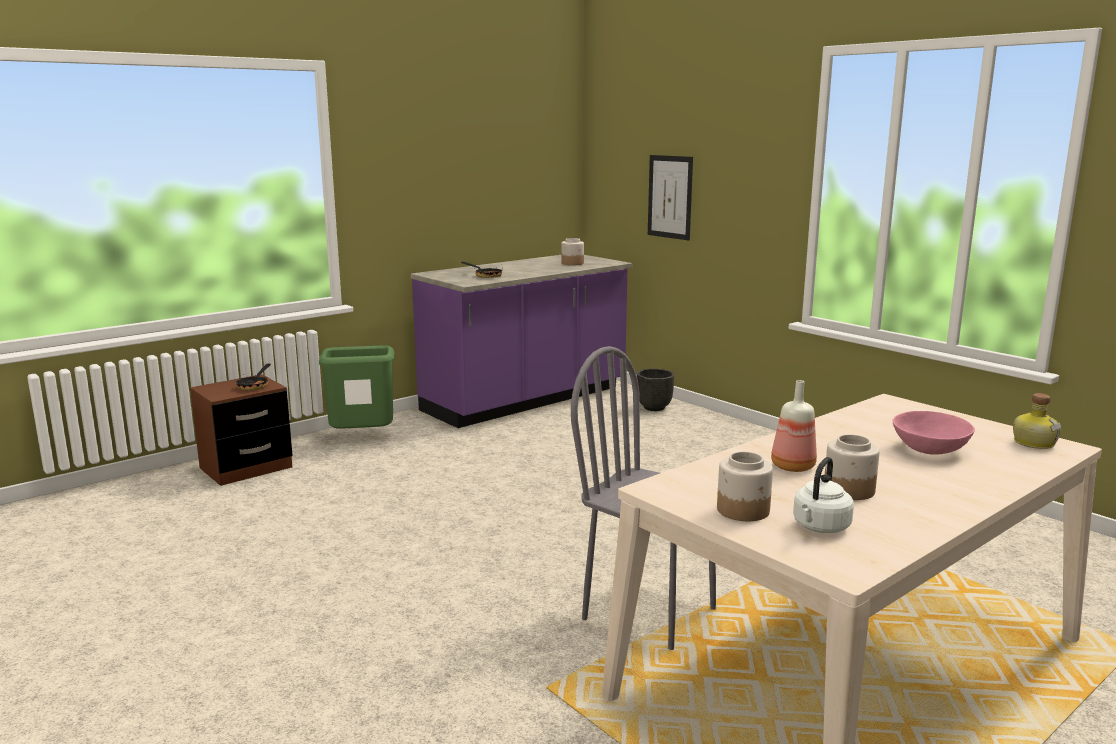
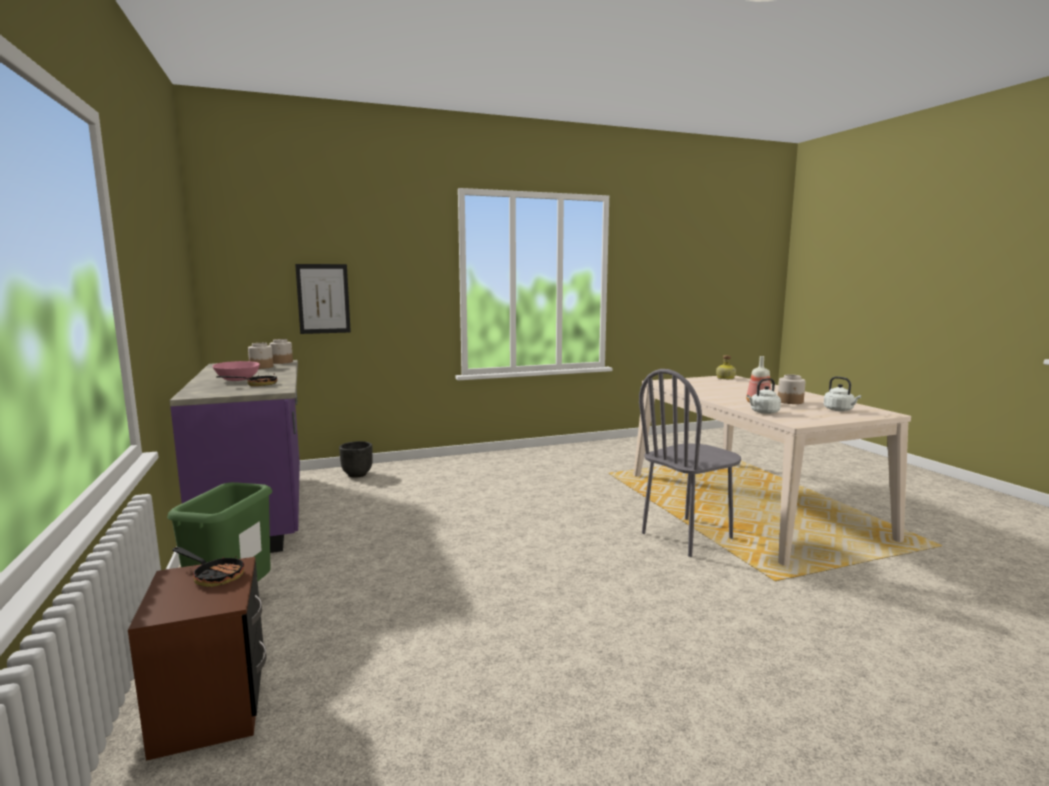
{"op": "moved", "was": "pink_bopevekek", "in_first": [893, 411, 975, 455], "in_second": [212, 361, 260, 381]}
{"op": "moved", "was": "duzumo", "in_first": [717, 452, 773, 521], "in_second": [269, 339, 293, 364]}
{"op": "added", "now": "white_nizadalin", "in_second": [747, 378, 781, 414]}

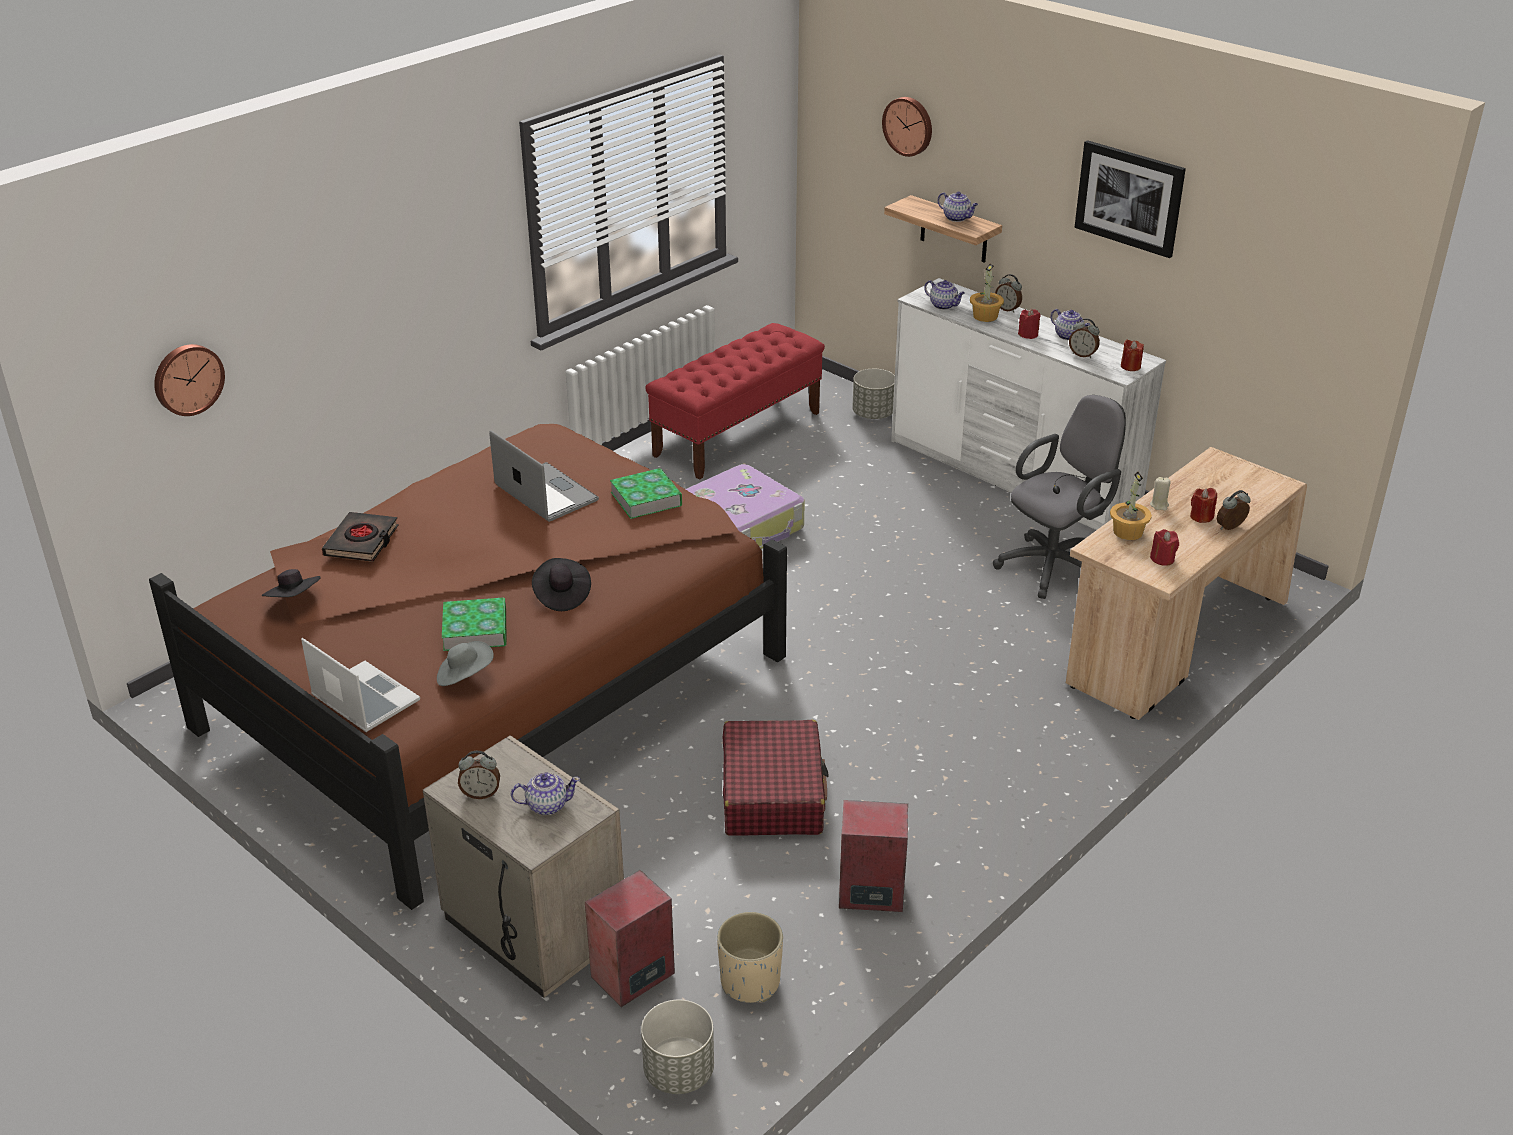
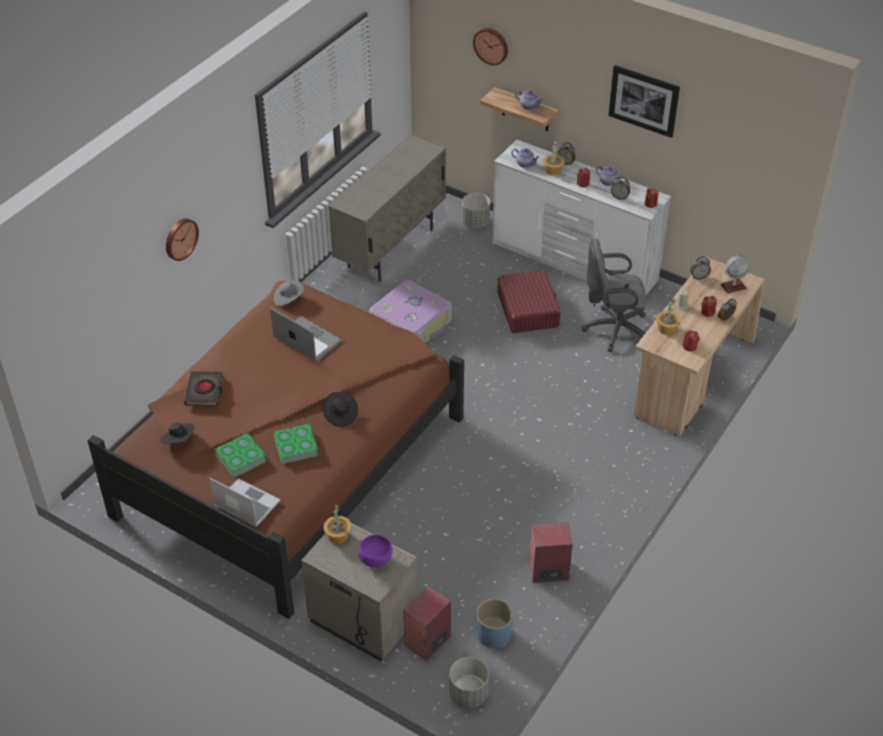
{"op": "replaced", "was": "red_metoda", "now": "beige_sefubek", "in_first": [645, 323, 825, 480], "in_second": [328, 134, 446, 282]}
{"op": "moved", "was": "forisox", "in_first": [154, 344, 225, 416], "in_second": [166, 219, 199, 261]}
{"op": "turned", "was": "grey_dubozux", "in_first": [993, 395, 1126, 599], "in_second": [582, 239, 646, 352], "clockwise": -135}
{"op": "moved", "was": "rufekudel", "in_first": [610, 468, 682, 519], "in_second": [215, 433, 267, 478]}
{"op": "moved", "was": "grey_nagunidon", "in_first": [437, 641, 494, 686], "in_second": [274, 280, 304, 306]}
{"op": "moved", "was": "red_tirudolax", "in_first": [723, 720, 829, 836], "in_second": [497, 270, 561, 333]}
{"op": "moved", "was": "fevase", "in_first": [458, 751, 500, 799], "in_second": [690, 256, 711, 279]}
{"op": "replaced", "was": "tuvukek", "now": "purple_bopevekek", "in_first": [511, 772, 580, 815], "in_second": [358, 535, 392, 568]}
{"op": "recoloured", "was": "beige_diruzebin", "now": "blue_diruzebin", "in_first": [717, 912, 783, 1003], "in_second": [477, 598, 514, 648]}
{"op": "added", "now": "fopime", "in_second": [720, 255, 750, 294]}
{"op": "added", "now": "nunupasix", "in_second": [323, 503, 352, 544]}

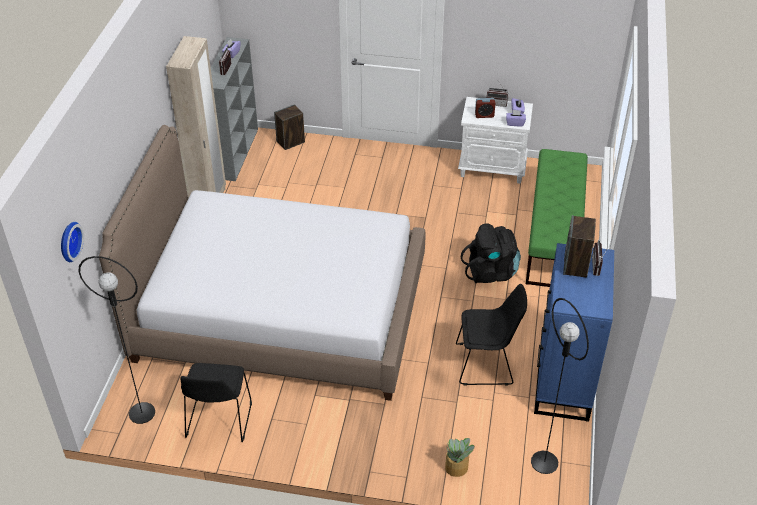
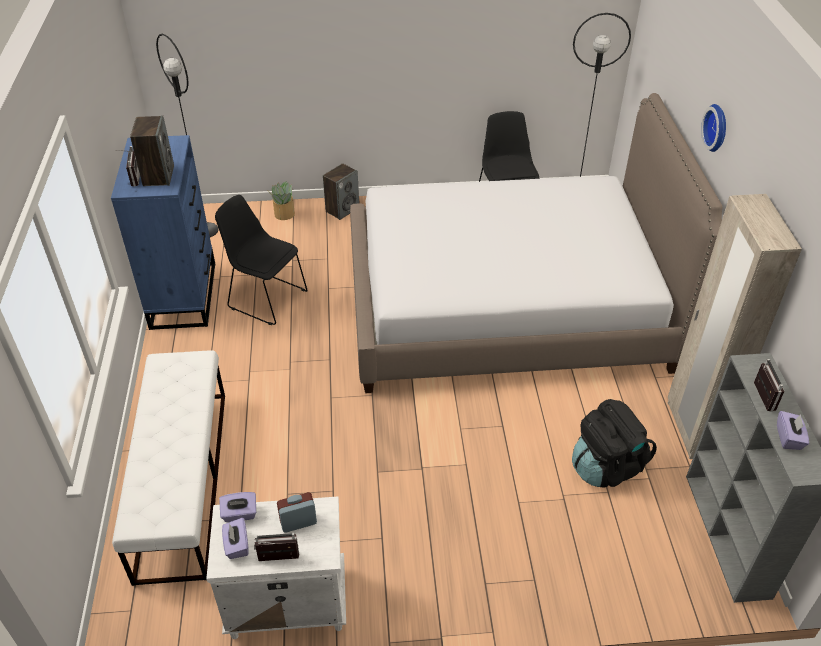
{"op": "moved", "was": "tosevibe", "in_first": [274, 104, 305, 150], "in_second": [323, 163, 359, 220]}
{"op": "recoloured", "was": "green_metoda", "now": "white_metoda", "in_first": [526, 149, 588, 287], "in_second": [112, 350, 225, 586]}
{"op": "moved", "was": "forisox", "in_first": [61, 222, 84, 262], "in_second": [701, 104, 726, 152]}
{"op": "moved", "was": "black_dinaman", "in_first": [461, 224, 521, 283], "in_second": [572, 399, 657, 487]}
{"op": "turned", "was": "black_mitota", "in_first": [456, 284, 527, 386], "in_second": [215, 195, 308, 325], "clockwise": 45}

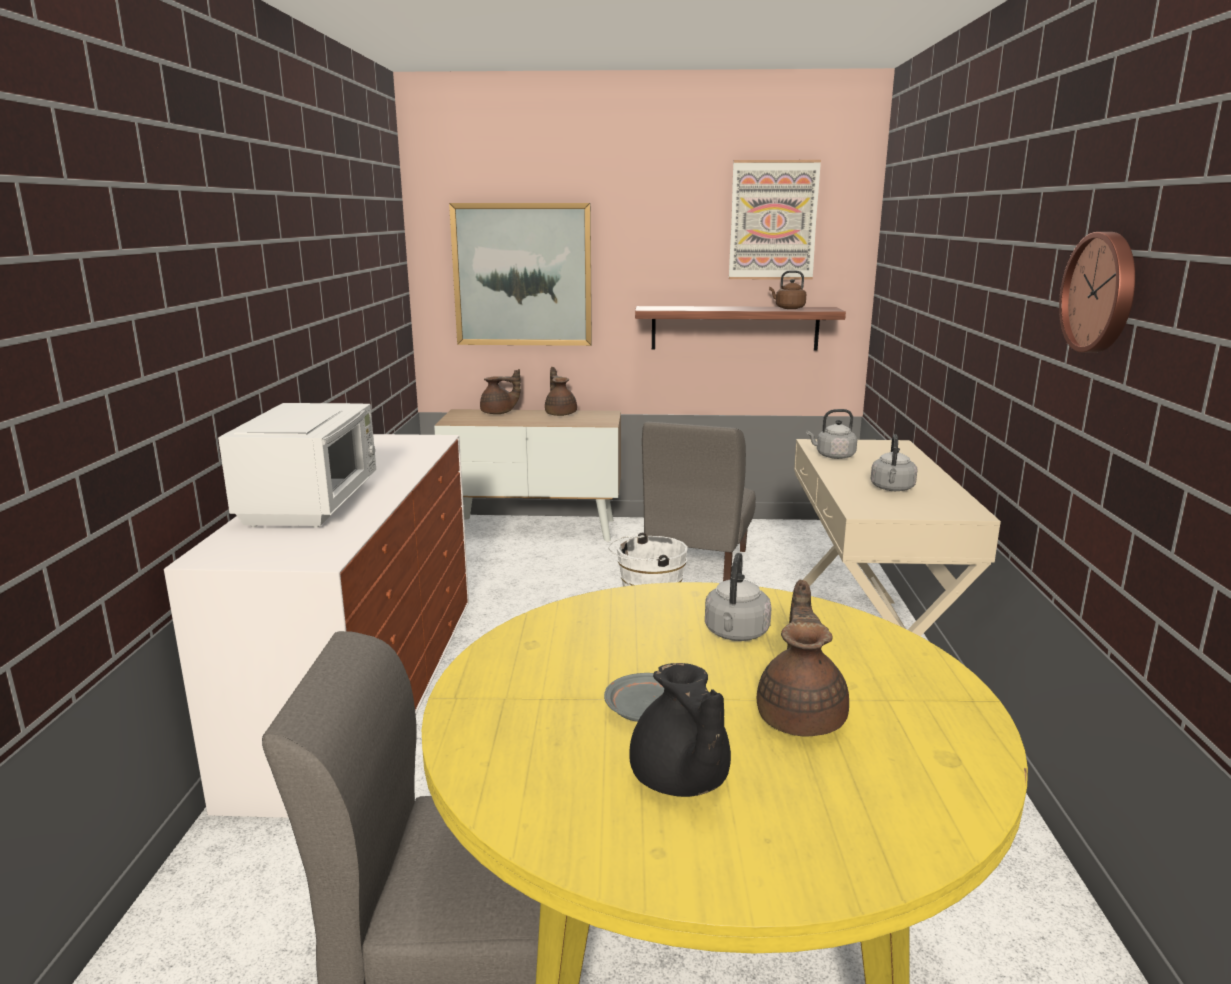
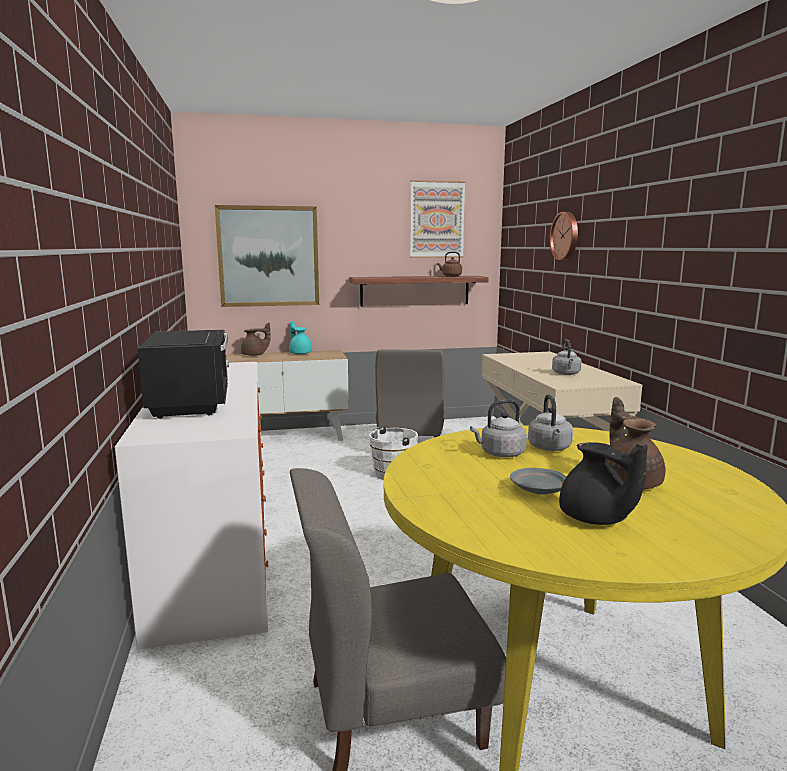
{"op": "moved", "was": "forisox", "in_first": [1059, 232, 1135, 353], "in_second": [550, 212, 578, 260]}
{"op": "recoloured", "was": "brown_tuvukek", "now": "turquoise_tuvukek", "in_first": [545, 367, 577, 416], "in_second": [289, 321, 312, 354]}
{"op": "recoloured", "was": "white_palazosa", "now": "black_palazosa", "in_first": [218, 403, 376, 528], "in_second": [138, 330, 229, 419]}
{"op": "moved", "was": "grey_nizadalin", "in_first": [806, 409, 857, 459], "in_second": [470, 400, 527, 457]}

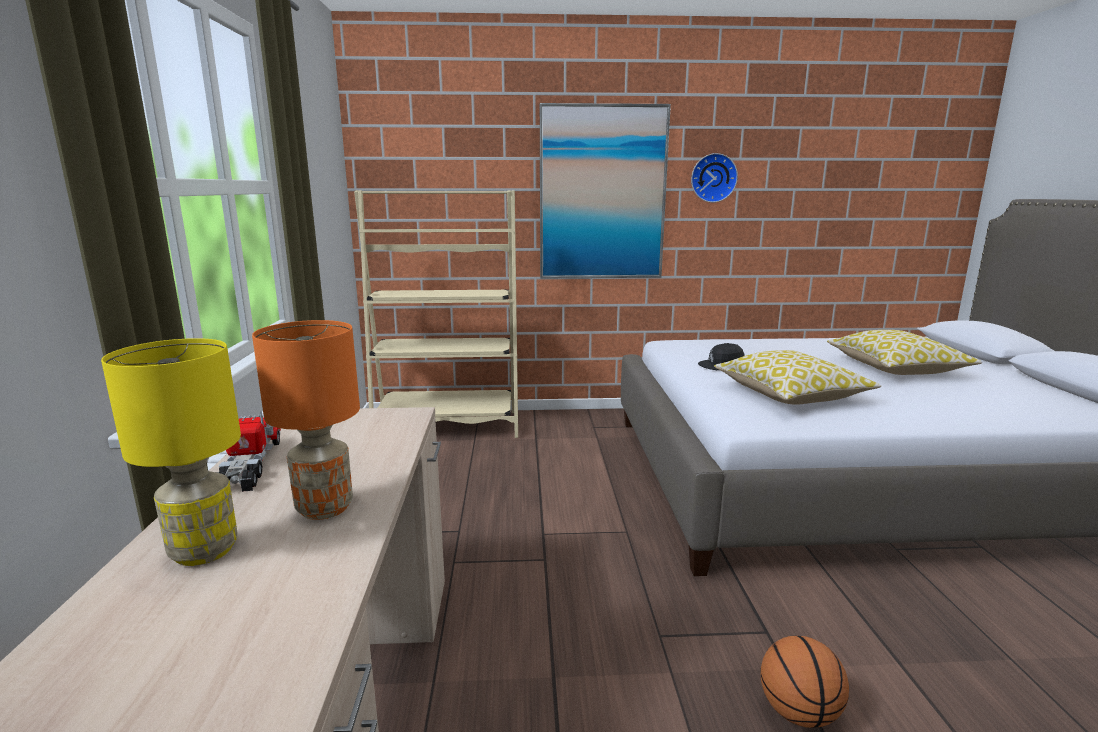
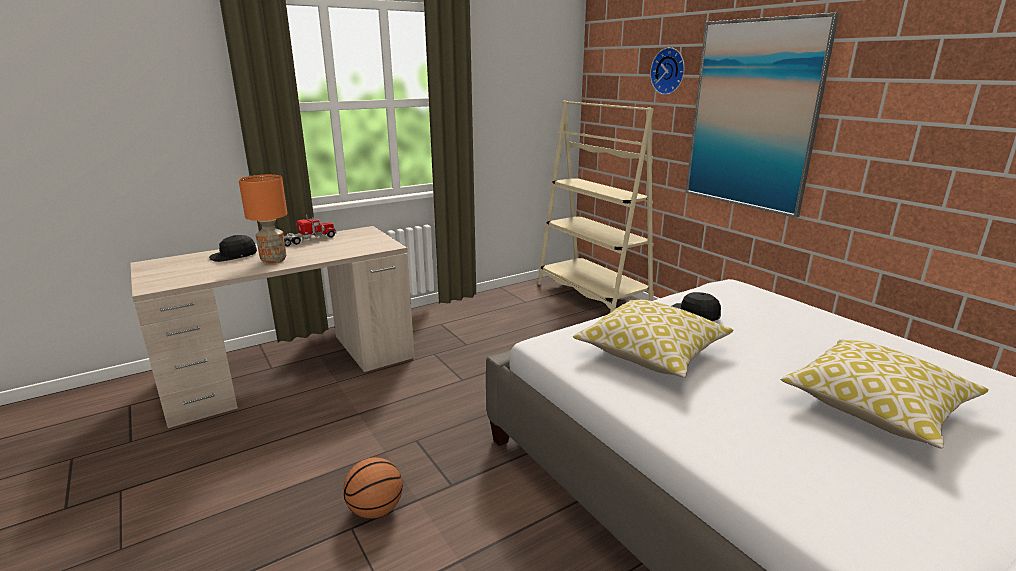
{"op": "moved", "was": "forisox", "in_first": [691, 153, 738, 203], "in_second": [650, 47, 685, 95]}
{"op": "replaced", "was": "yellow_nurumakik", "now": "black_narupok", "in_first": [101, 338, 241, 566], "in_second": [209, 235, 257, 262]}

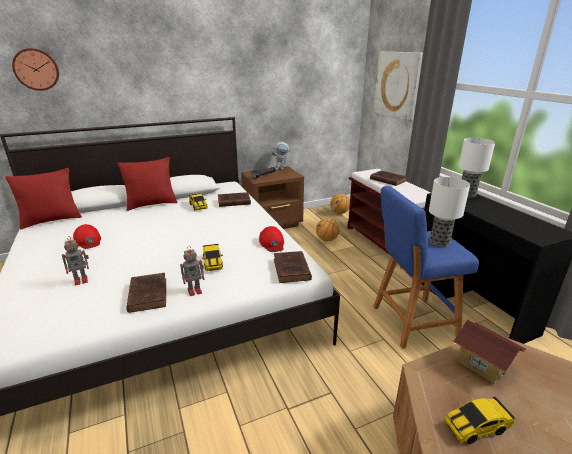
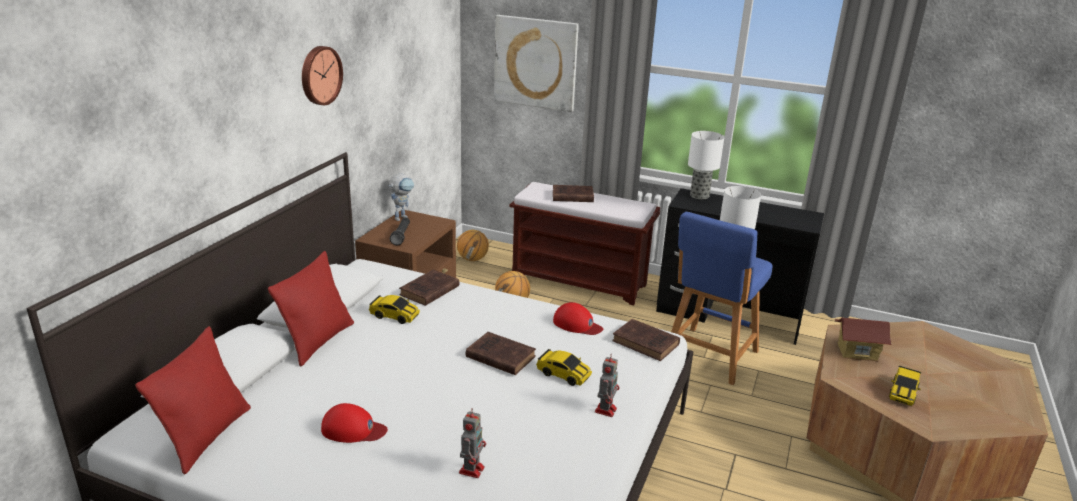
{"op": "moved", "was": "forisox", "in_first": [12, 48, 59, 91], "in_second": [302, 46, 343, 105]}
{"op": "moved", "was": "brown_rufekudel", "in_first": [126, 273, 166, 313], "in_second": [466, 332, 536, 375]}

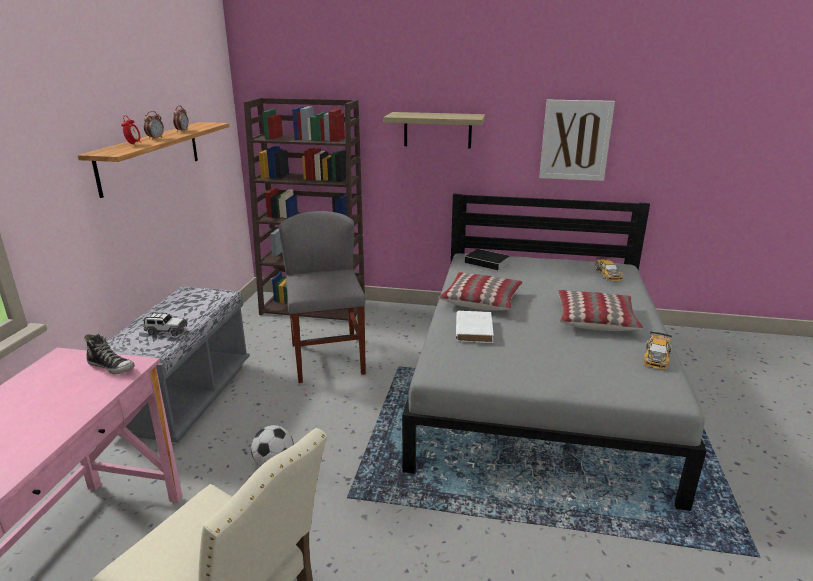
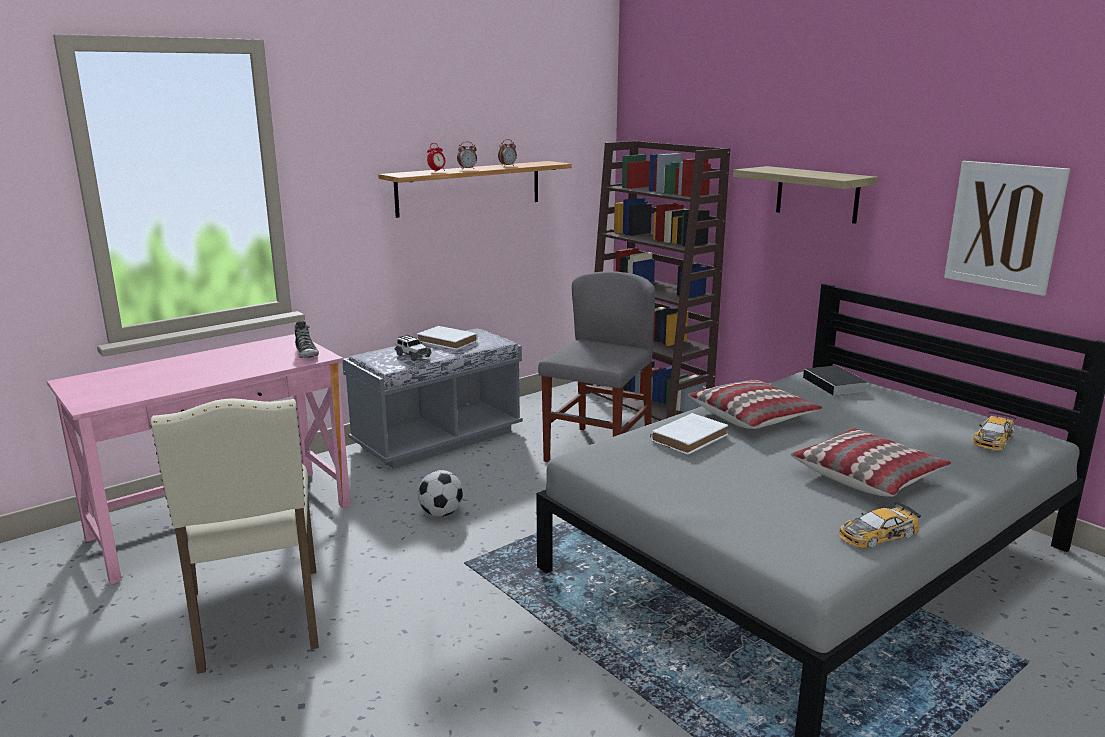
{"op": "added", "now": "white_rufekudel", "in_second": [417, 326, 478, 350]}

